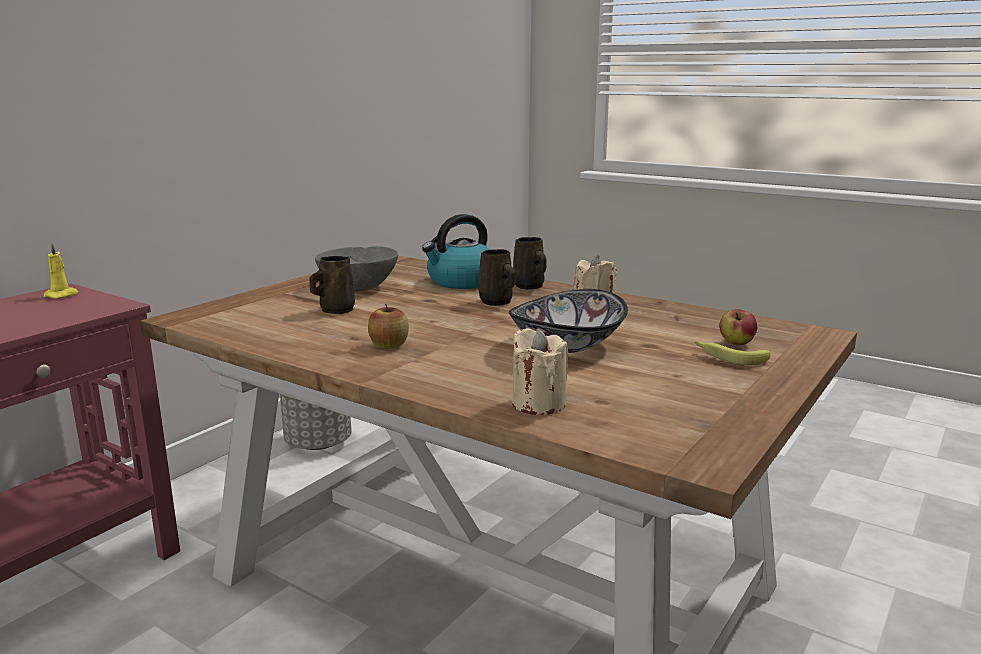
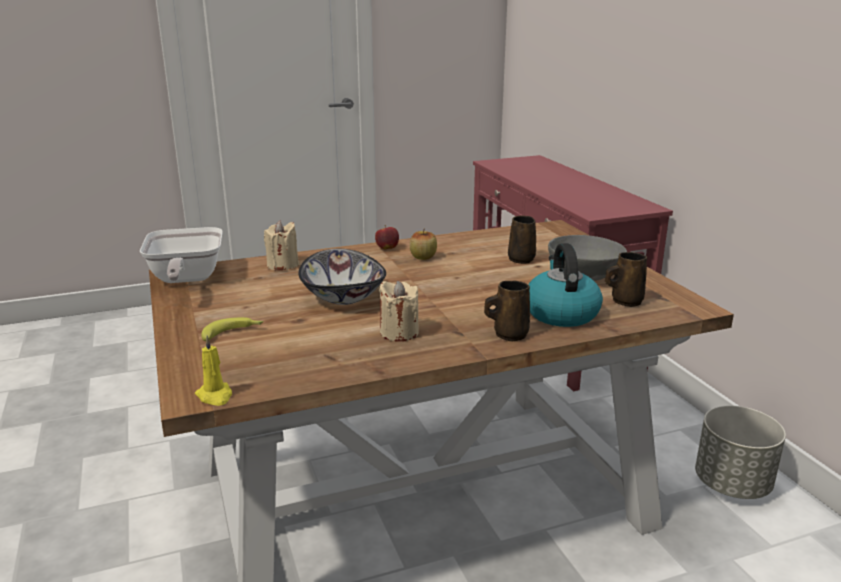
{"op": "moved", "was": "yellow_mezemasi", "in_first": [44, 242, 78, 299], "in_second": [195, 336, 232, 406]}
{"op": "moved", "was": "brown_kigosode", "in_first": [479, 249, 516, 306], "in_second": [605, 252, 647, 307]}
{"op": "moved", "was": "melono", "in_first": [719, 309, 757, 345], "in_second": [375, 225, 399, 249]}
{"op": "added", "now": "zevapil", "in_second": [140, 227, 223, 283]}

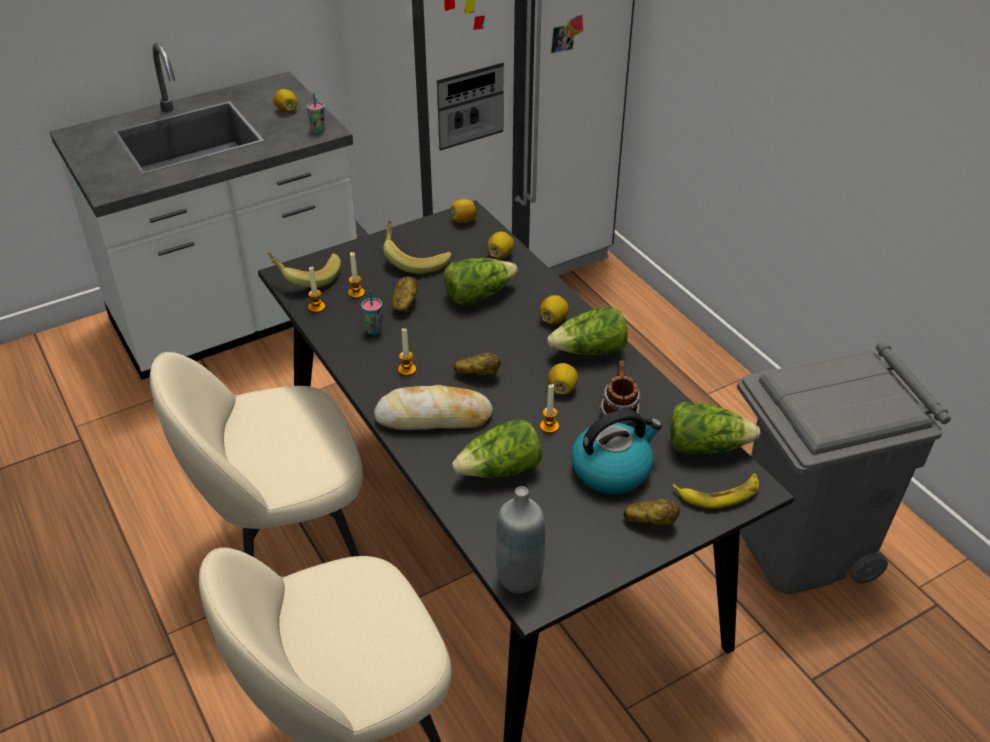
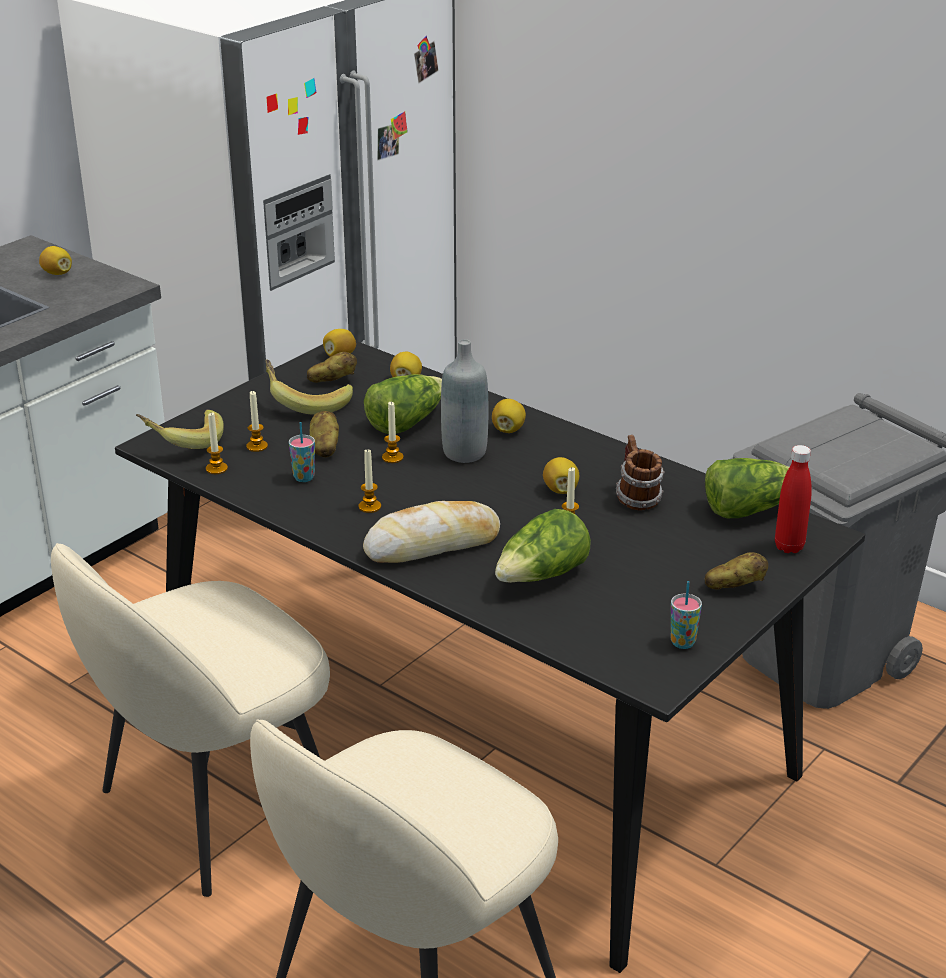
{"op": "moved", "was": "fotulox", "in_first": [307, 92, 325, 134], "in_second": [671, 581, 702, 649]}
{"op": "removed", "was": "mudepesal", "in_first": [547, 307, 628, 355]}
{"op": "moved", "was": "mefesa", "in_first": [454, 352, 501, 376], "in_second": [307, 352, 357, 383]}
{"op": "removed", "was": "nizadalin", "in_first": [571, 410, 662, 494]}
{"op": "replaced", "was": "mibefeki", "now": "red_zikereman", "in_first": [672, 474, 759, 508], "in_second": [775, 445, 812, 553]}
{"op": "moved", "was": "grey_zikereman", "in_first": [496, 486, 545, 593], "in_second": [441, 339, 488, 463]}
{"op": "added", "now": "mezemasi", "in_second": [382, 402, 404, 463]}

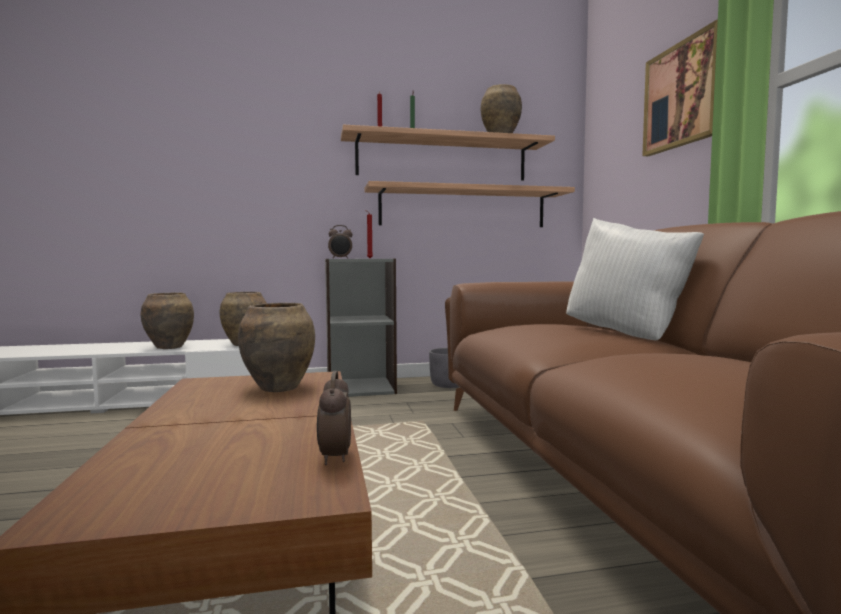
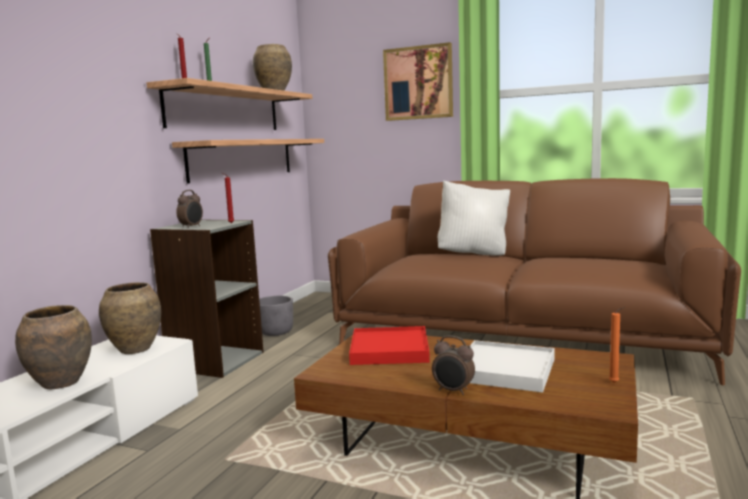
{"op": "replaced", "was": "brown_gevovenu", "now": "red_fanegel", "in_first": [238, 303, 315, 392], "in_second": [349, 326, 430, 365]}
{"op": "moved", "was": "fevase", "in_first": [317, 371, 351, 465], "in_second": [432, 335, 475, 395]}
{"op": "added", "now": "orange_mezemasi", "in_second": [609, 307, 625, 383]}
{"op": "added", "now": "white_fanegel", "in_second": [470, 340, 555, 393]}

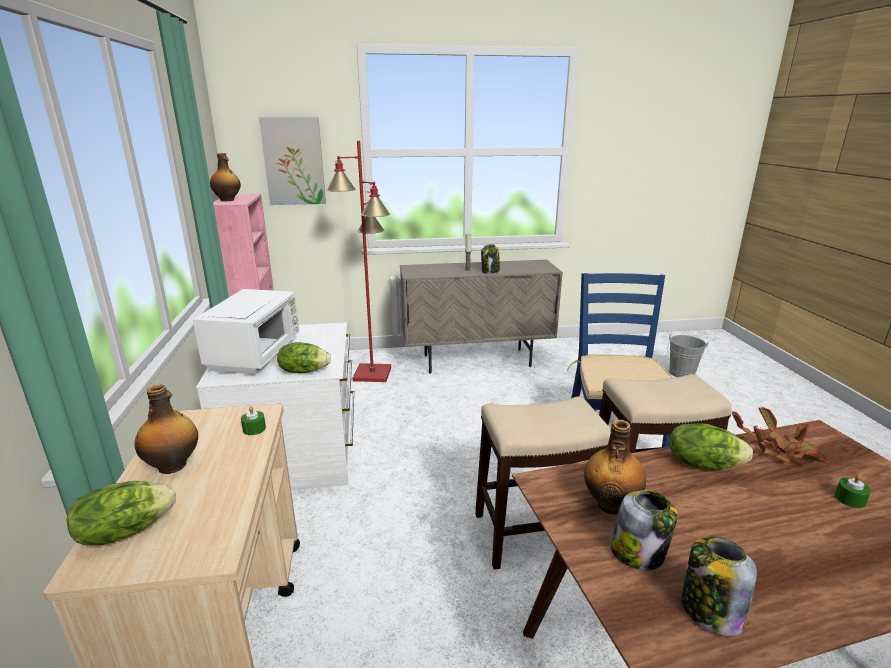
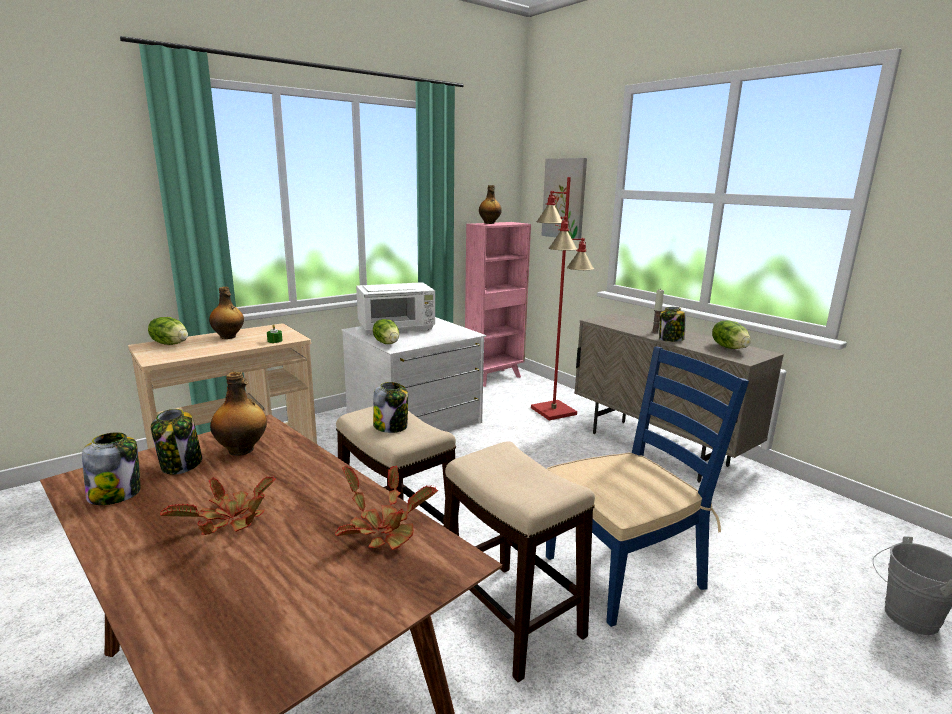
{"op": "moved", "was": "mudepesal", "in_first": [670, 423, 753, 470], "in_second": [712, 320, 751, 349]}
{"op": "removed", "was": "green_mezemasi", "in_first": [835, 474, 871, 508]}
{"op": "added", "now": "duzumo", "in_second": [373, 382, 408, 433]}
{"op": "added", "now": "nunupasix", "in_second": [160, 476, 276, 535]}

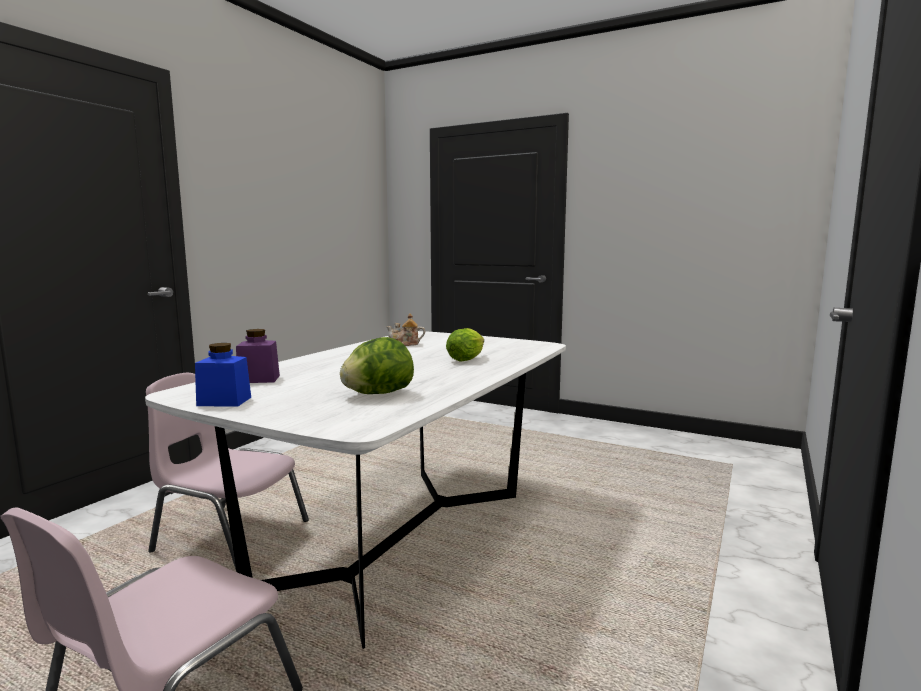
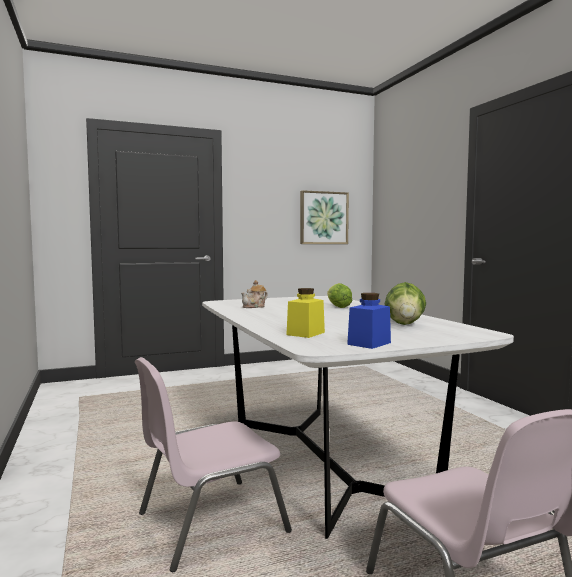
{"op": "recoloured", "was": "purple_duzumo", "now": "yellow_duzumo", "in_first": [236, 329, 280, 383], "in_second": [286, 288, 325, 338]}
{"op": "added", "now": "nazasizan", "in_second": [300, 190, 349, 244]}

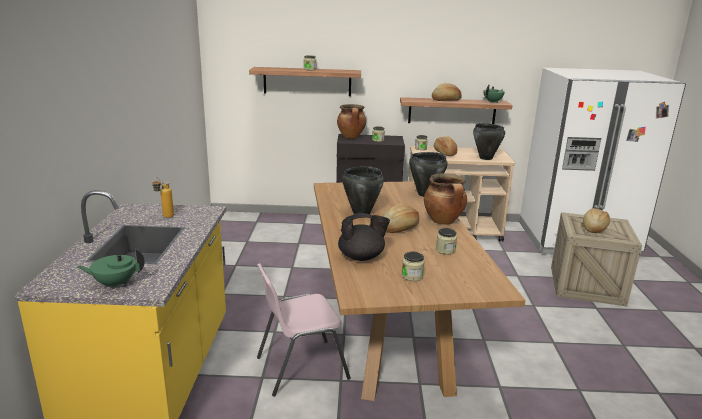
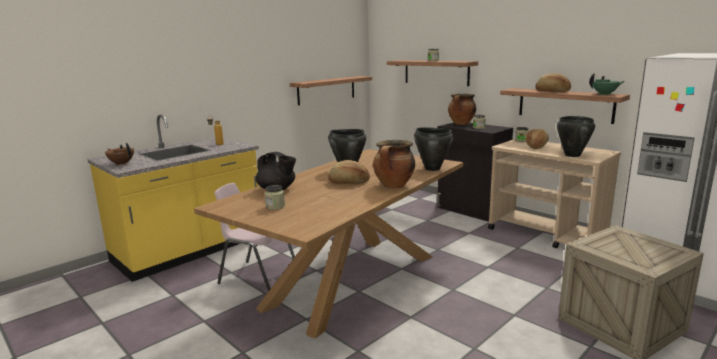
{"op": "removed", "was": "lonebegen", "in_first": [583, 208, 610, 233]}
{"op": "removed", "was": "duzumo", "in_first": [436, 228, 457, 255]}
{"op": "recoloured", "was": "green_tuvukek", "now": "brown_tuvukek", "in_first": [77, 249, 145, 289], "in_second": [105, 143, 134, 165]}
{"op": "added", "now": "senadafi", "in_second": [290, 76, 372, 106]}

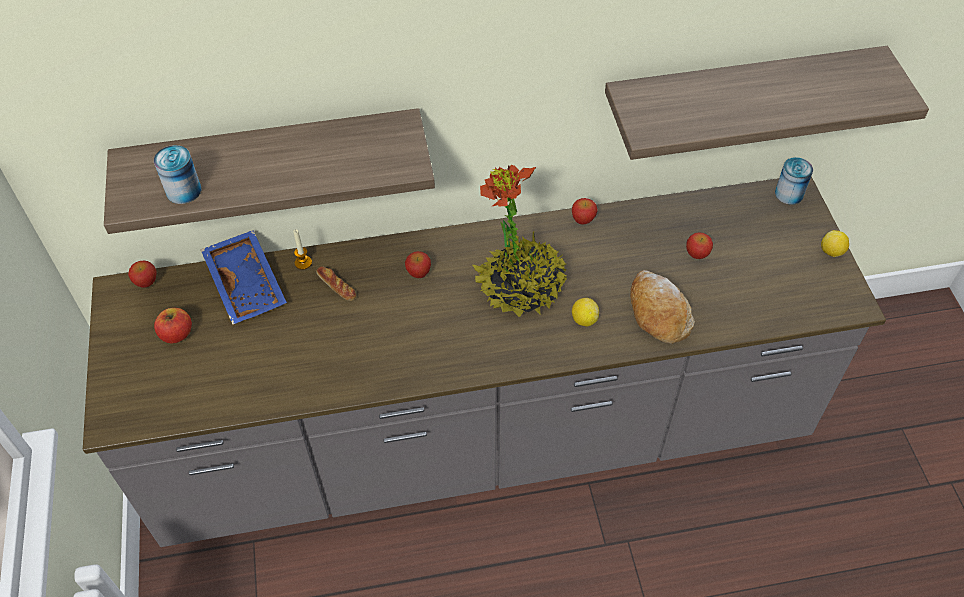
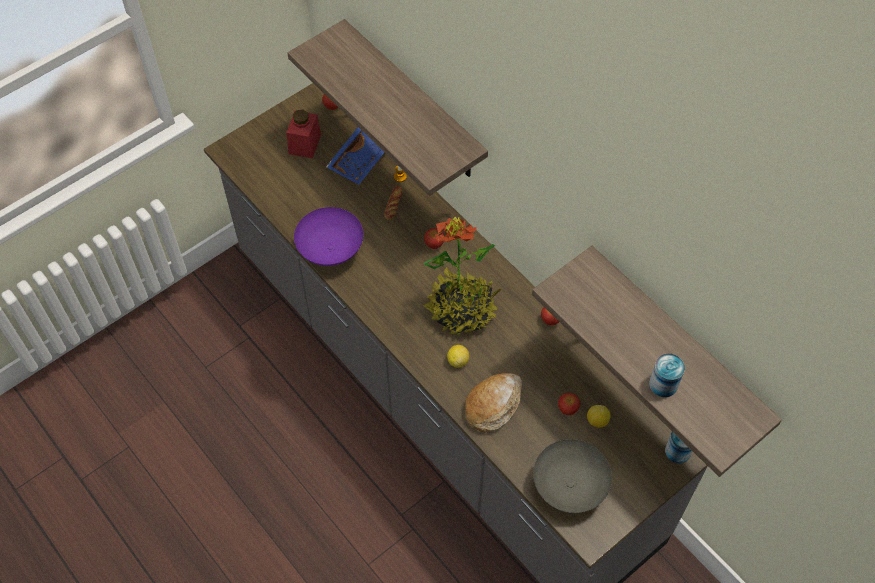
{"op": "moved", "was": "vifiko", "in_first": [154, 145, 201, 204], "in_second": [649, 354, 685, 397]}
{"op": "moved", "was": "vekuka", "in_first": [821, 230, 849, 257], "in_second": [587, 405, 611, 428]}
{"op": "replaced", "was": "melono", "now": "red_duzumo", "in_first": [154, 308, 192, 343], "in_second": [286, 110, 321, 159]}
{"op": "added", "now": "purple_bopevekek", "in_second": [294, 207, 363, 266]}
{"op": "added", "now": "grey_bopevekek", "in_second": [533, 439, 612, 513]}

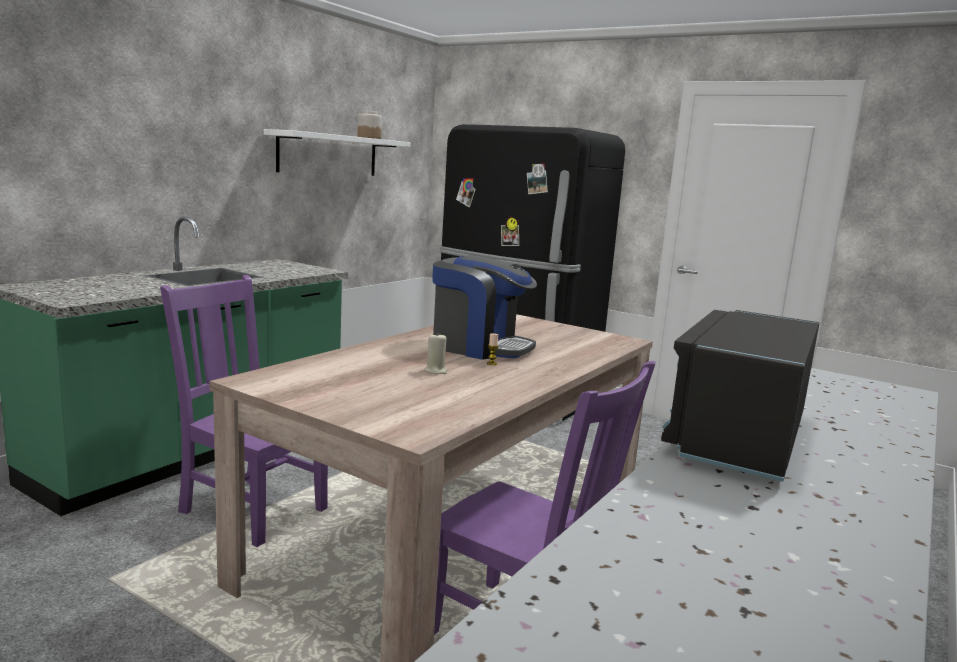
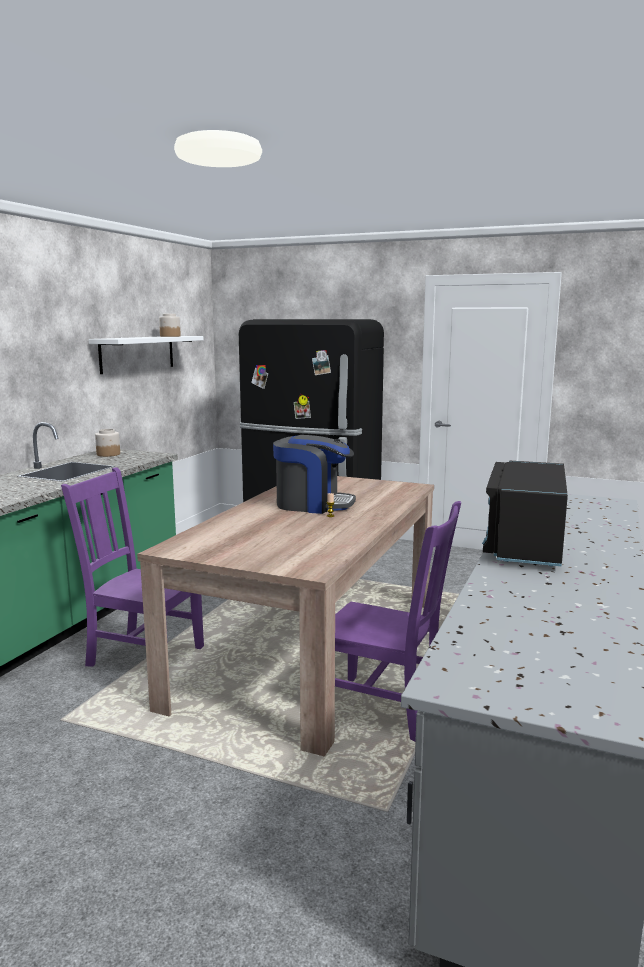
{"op": "removed", "was": "beige_mezemasi", "in_first": [425, 333, 447, 374]}
{"op": "added", "now": "duzumo", "in_second": [95, 429, 120, 457]}

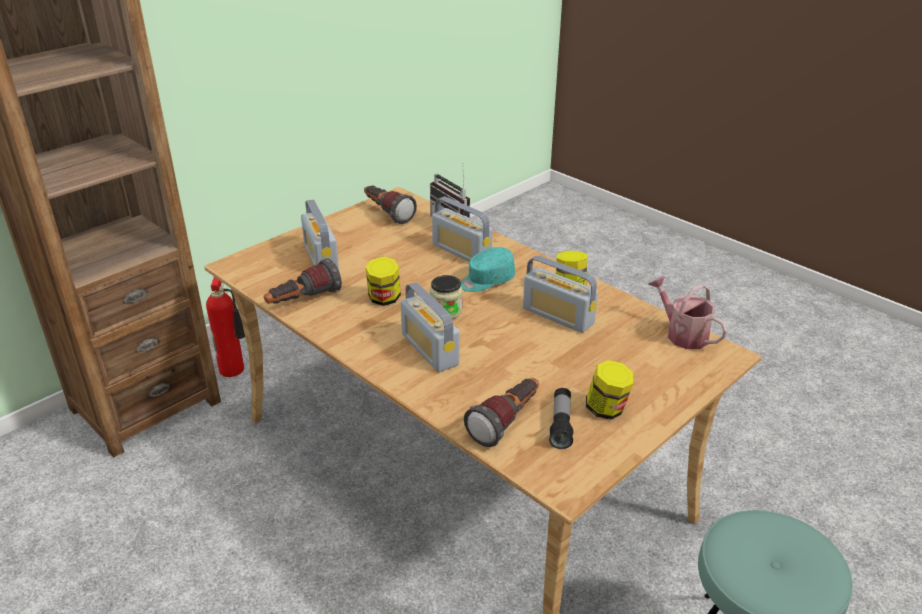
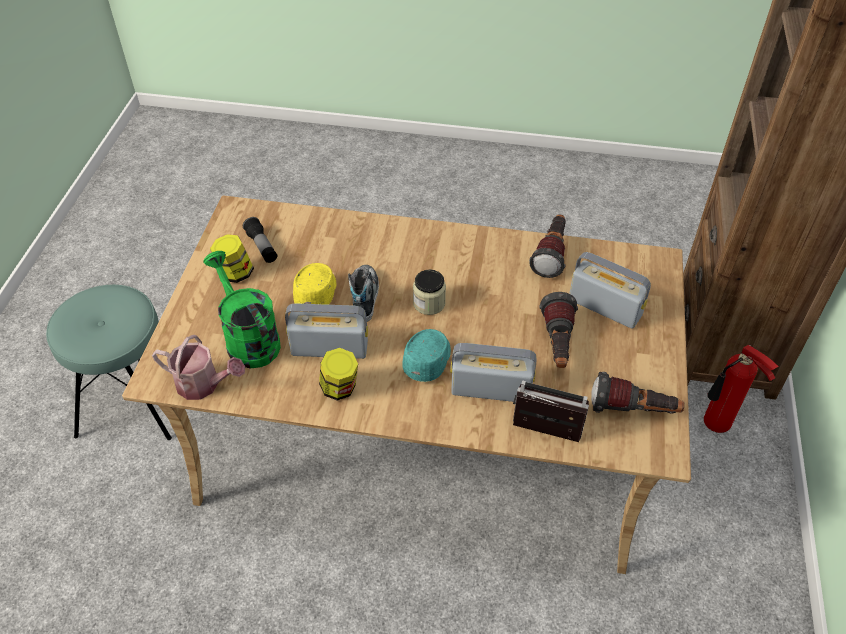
{"op": "removed", "was": "duzumo", "in_first": [366, 256, 401, 306]}
{"op": "removed", "was": "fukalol", "in_first": [401, 282, 459, 372]}
{"op": "moved", "was": "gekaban", "in_first": [464, 378, 539, 447], "in_second": [540, 292, 578, 368]}
{"op": "added", "now": "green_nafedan", "in_second": [203, 251, 281, 369]}
{"op": "added", "now": "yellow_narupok", "in_second": [293, 263, 336, 305]}
{"op": "added", "now": "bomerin", "in_second": [348, 265, 379, 322]}

